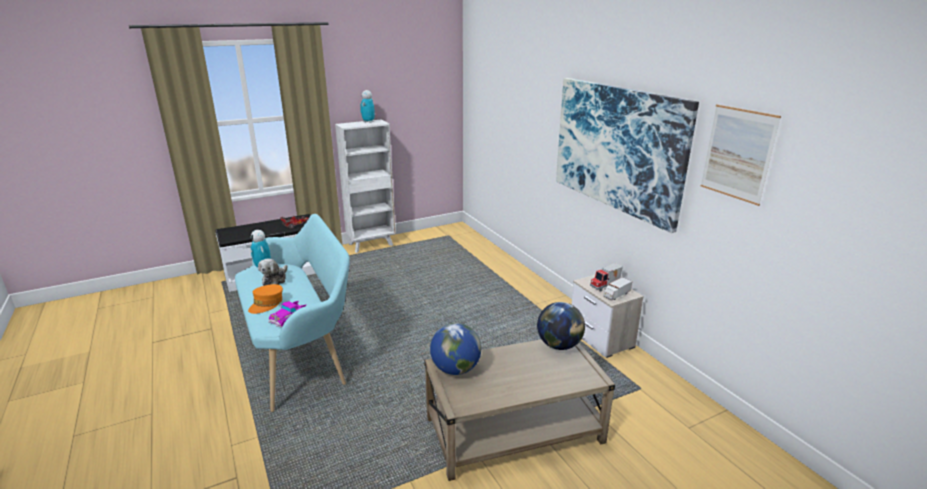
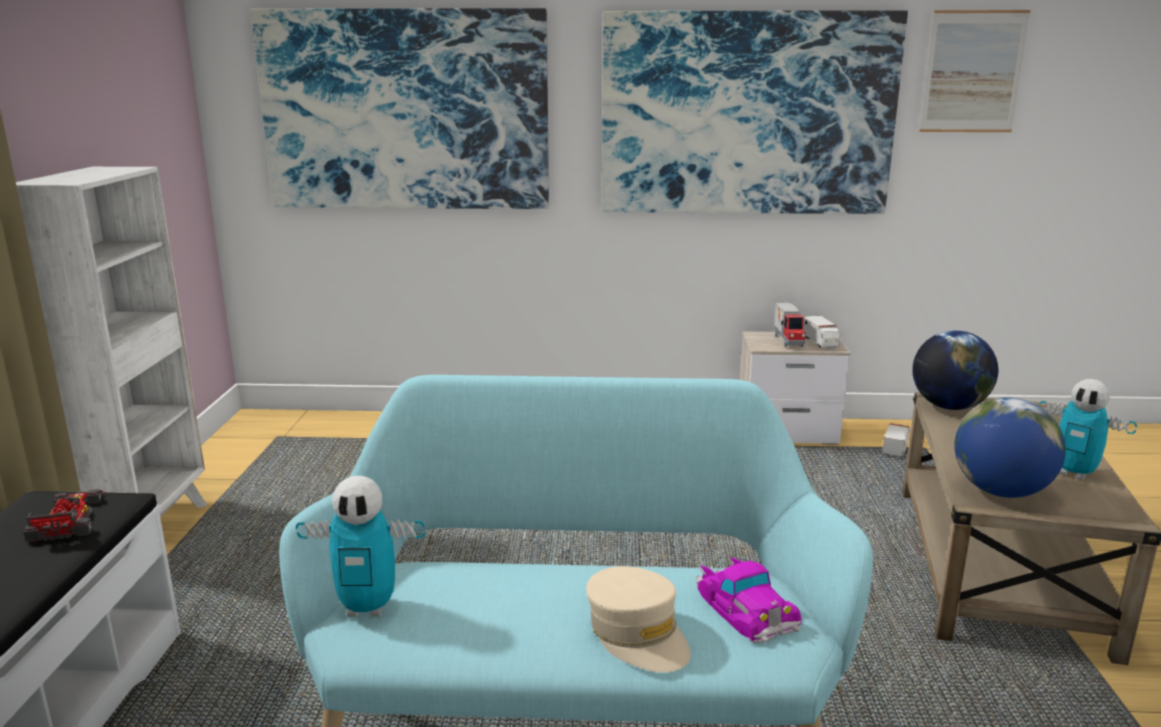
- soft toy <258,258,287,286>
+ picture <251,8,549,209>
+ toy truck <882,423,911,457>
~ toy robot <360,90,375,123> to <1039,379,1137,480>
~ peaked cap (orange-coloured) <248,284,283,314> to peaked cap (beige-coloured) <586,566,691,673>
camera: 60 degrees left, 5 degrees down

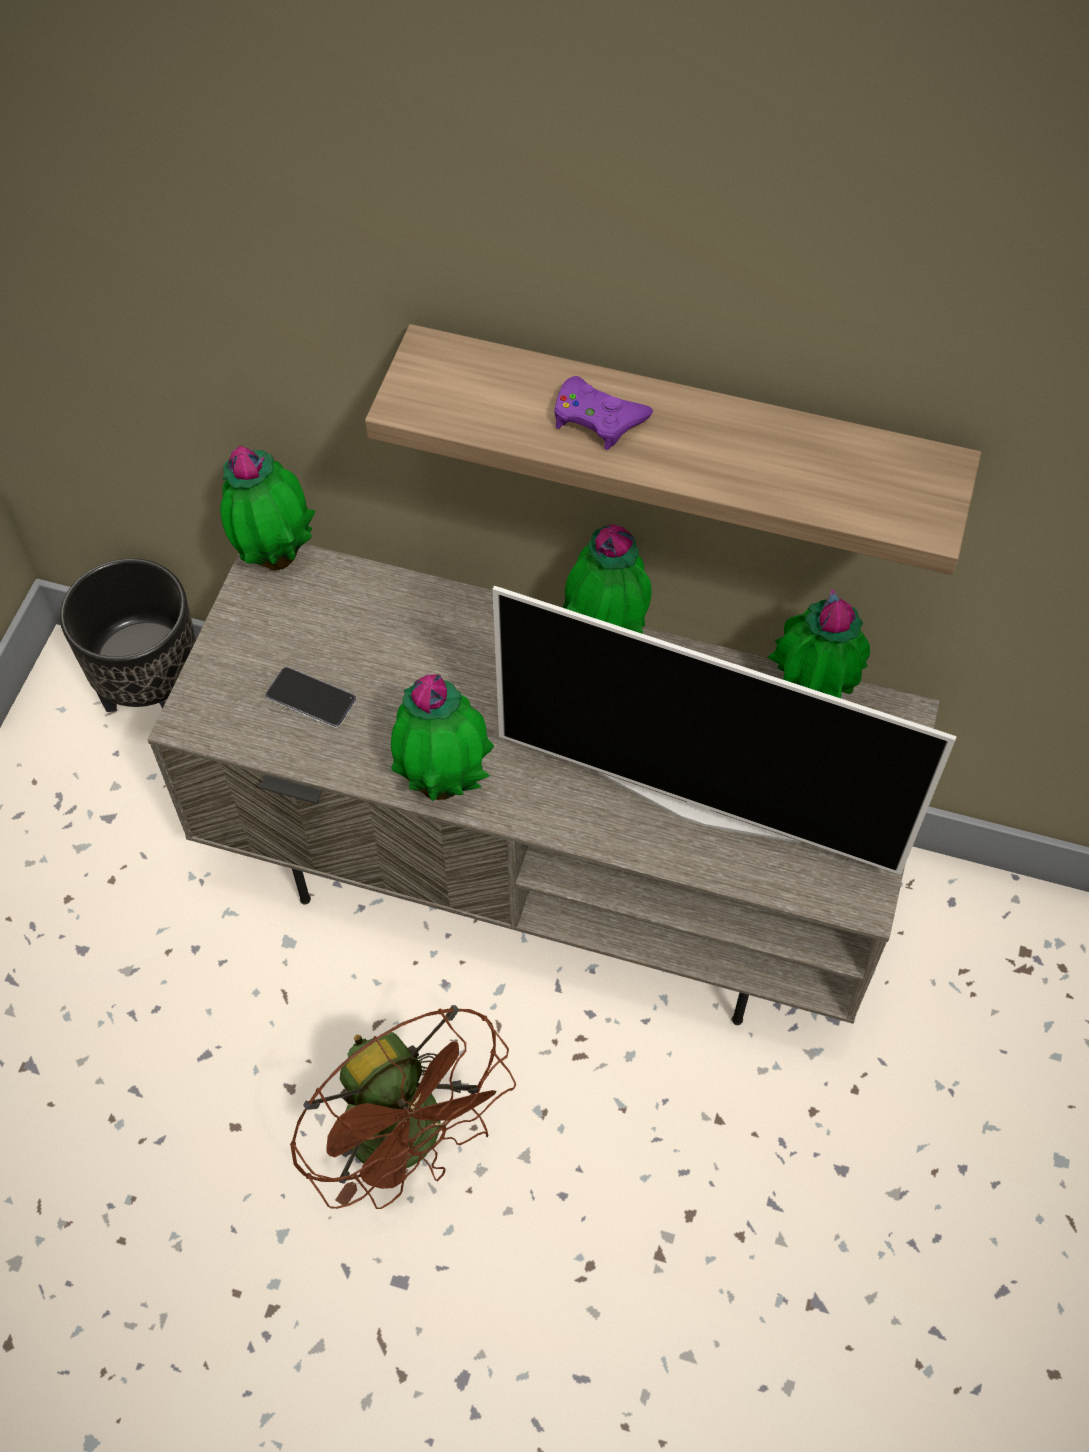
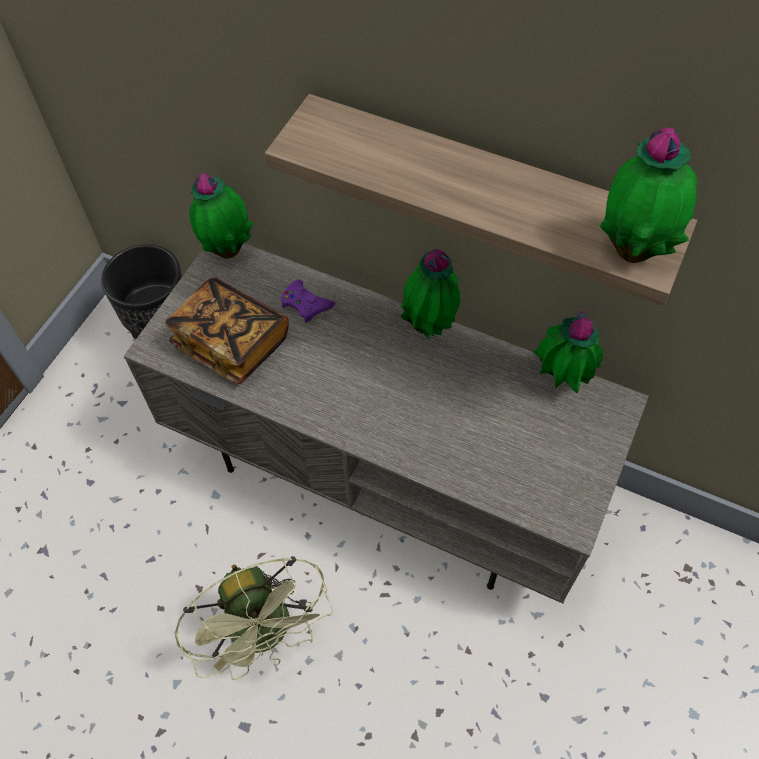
- television <493,586,957,875>
~ potted plant <391,674,494,801> to <600,127,697,263>
~ gamepad (purplish) <554,376,653,450> to <281,280,336,323>
~ handset <265,667,357,728> to volume <165,277,289,384>
~ cooling fan (brownish) <290,1005,516,1209> to cooling fan (green) <174,556,333,680>
camera: 10 degrees right, 0 degrees up

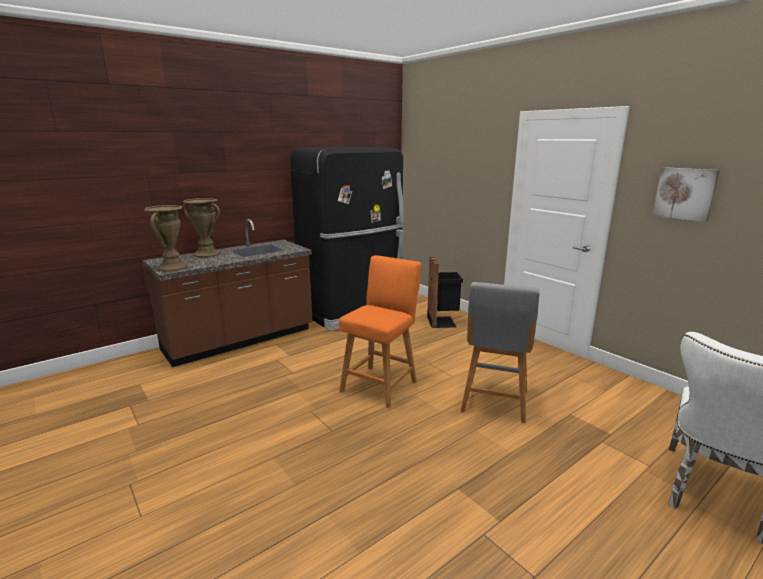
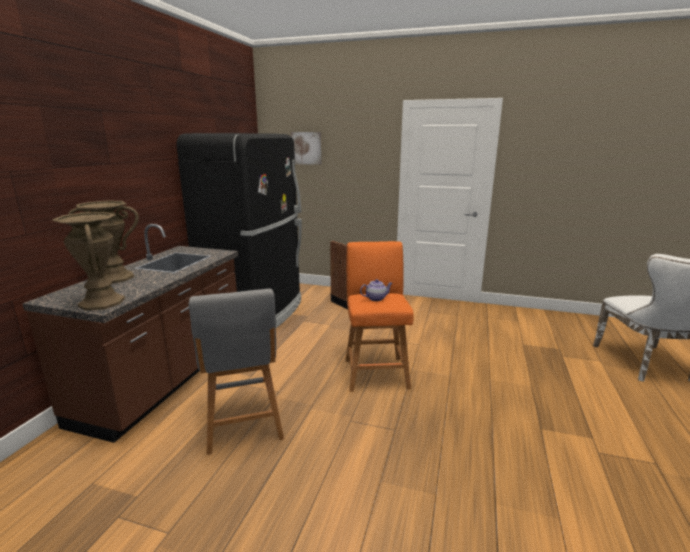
+ tea pot <360,279,392,301>
~ stool seat (grey) <460,282,540,423> to <189,289,284,455>
~ picture <652,167,720,222> to <291,132,322,165>
camera: 35 degrees left, 0 degrees up

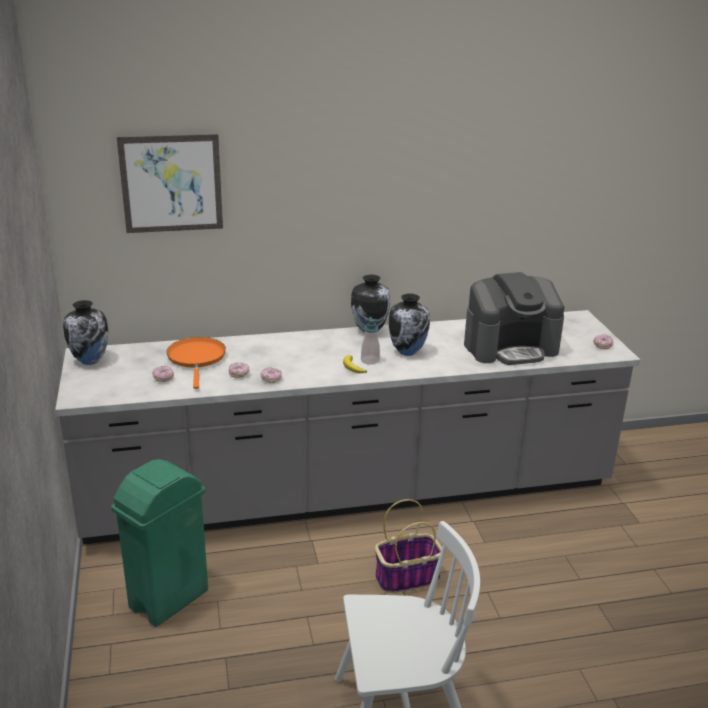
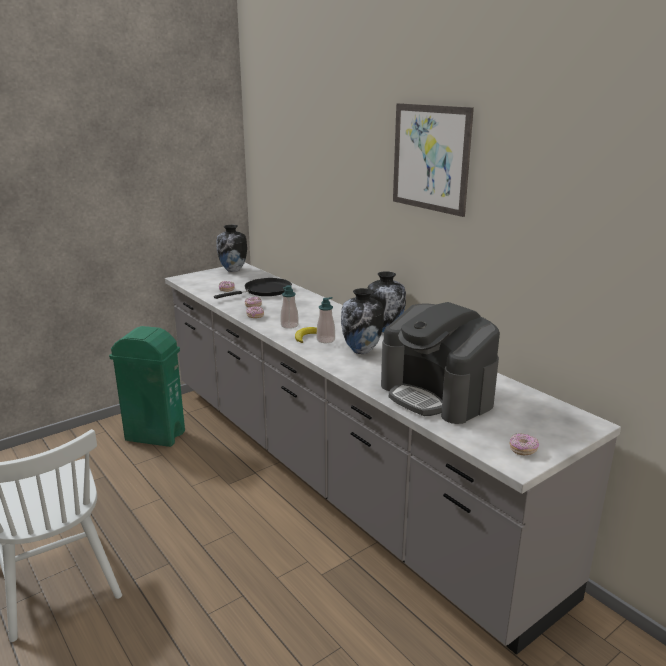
- household basket <375,499,442,593>
+ liquid soap bottle <280,285,299,329>
~ picture <117,134,223,233> to <393,103,474,217>
~ skillet (orange-coloured) <166,337,226,389> to skillet (black-coloured) <214,278,292,299>
camera: 65 degrees right, 5 degrees down

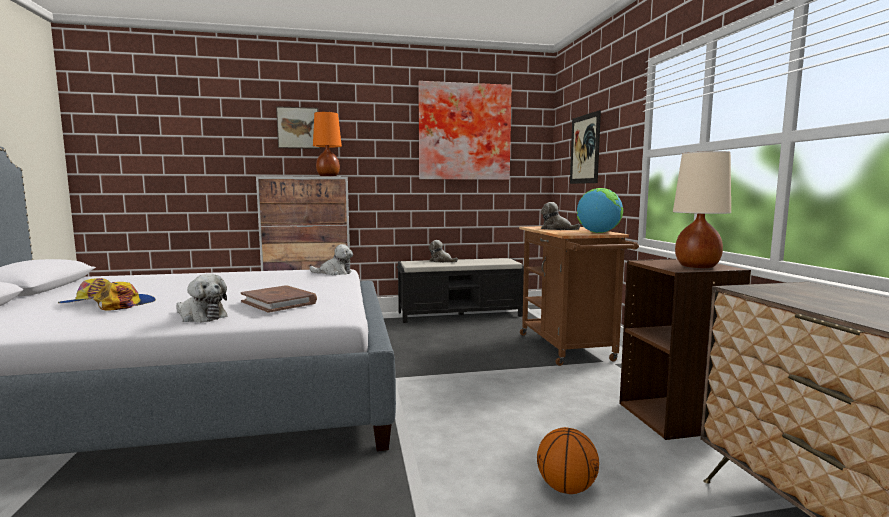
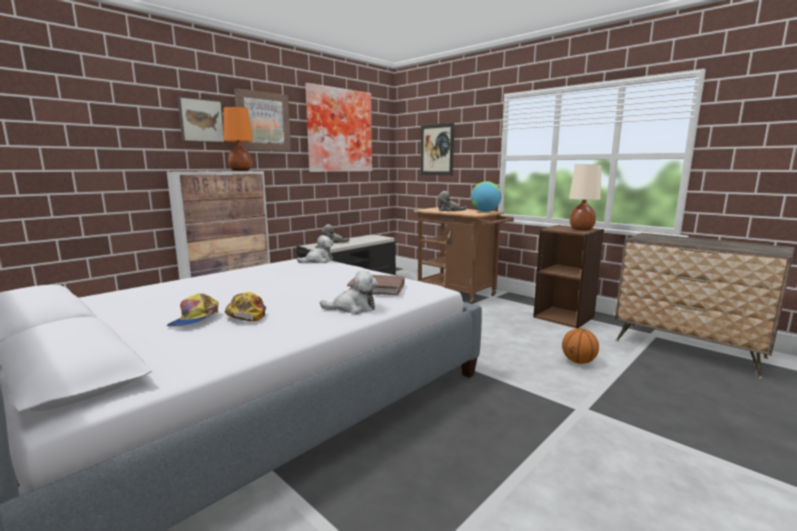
+ picture <234,88,291,151>
camera: 35 degrees left, 5 degrees up

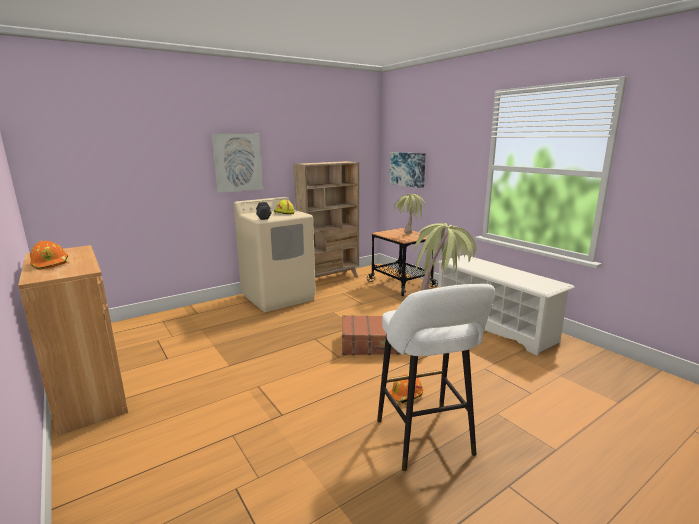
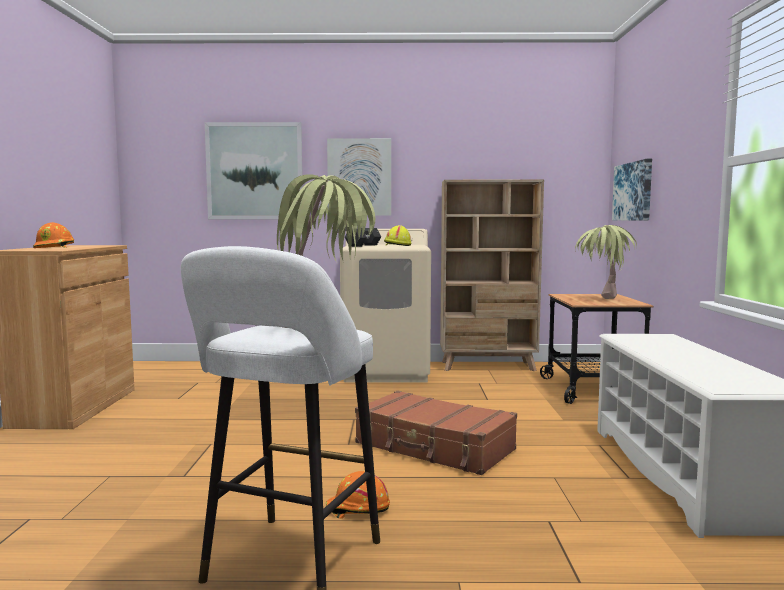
+ picture <205,122,303,219>
camera: 35 degrees right, 10 degrees down

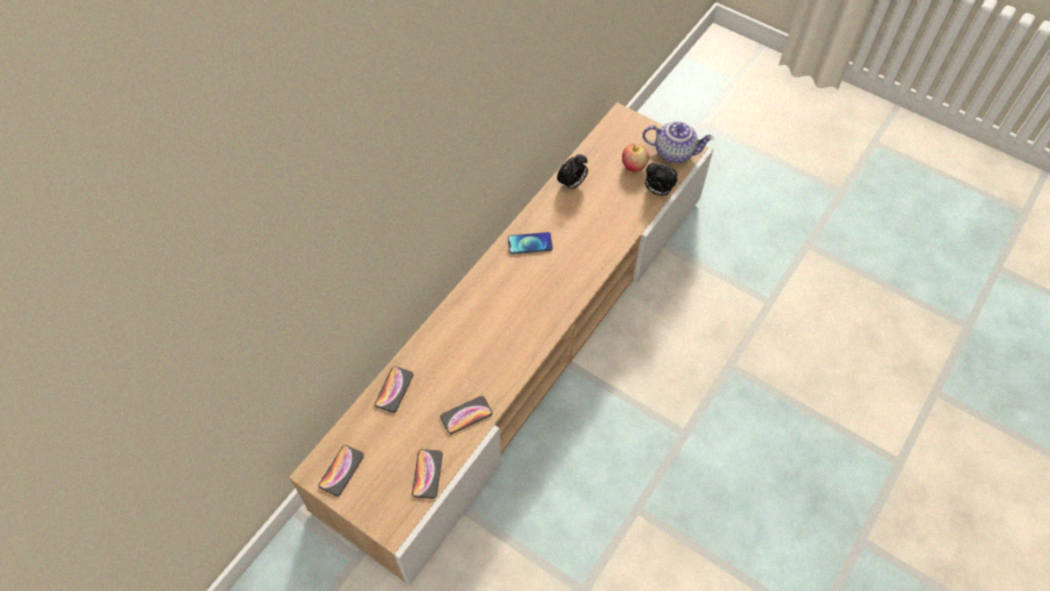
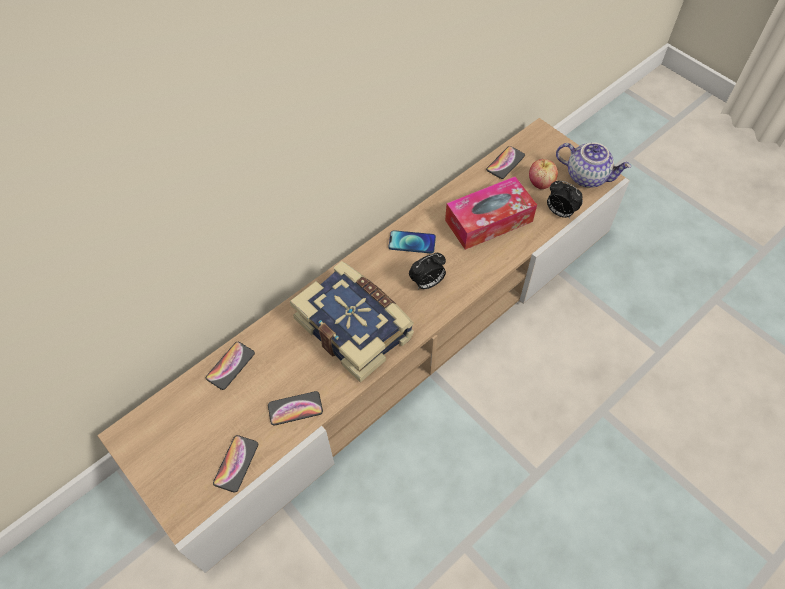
+ volume <290,261,414,383>
+ tissue box <445,177,537,250>
~ handset <318,445,364,496> to <486,146,525,179>
~ table clock <557,154,588,191> to <409,253,446,289>
camera: 15 degrees right, 0 degrees up

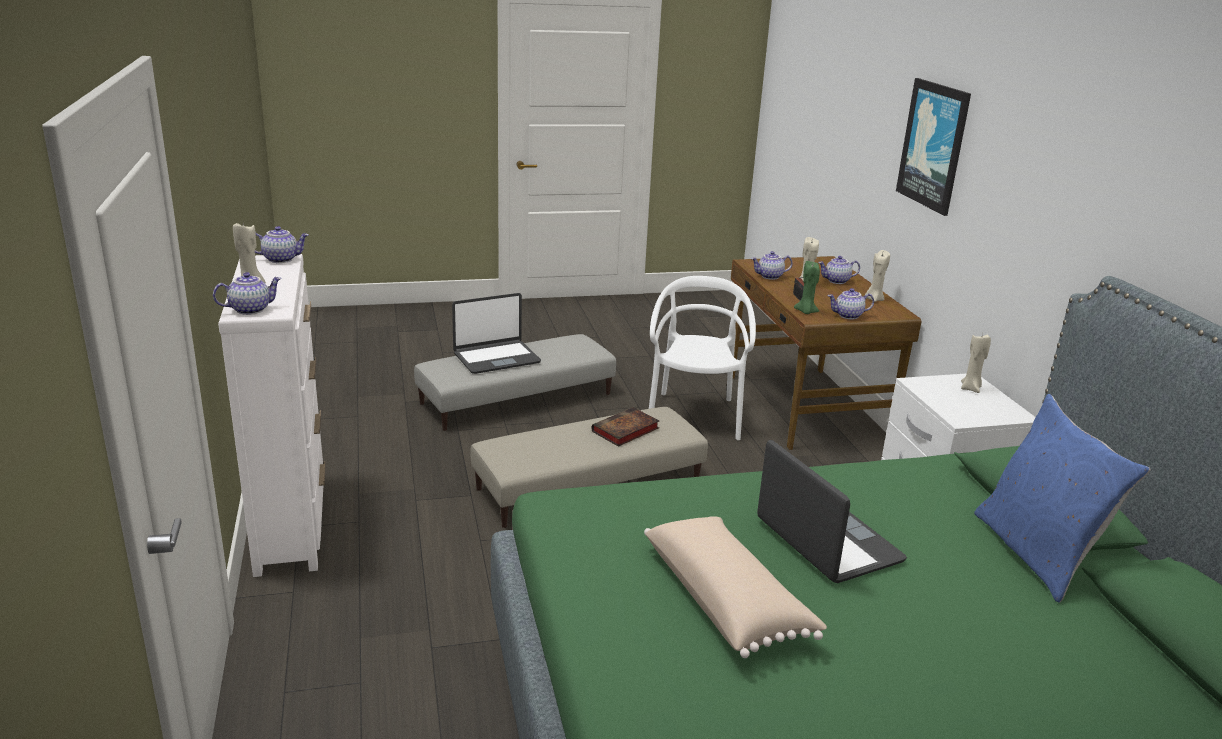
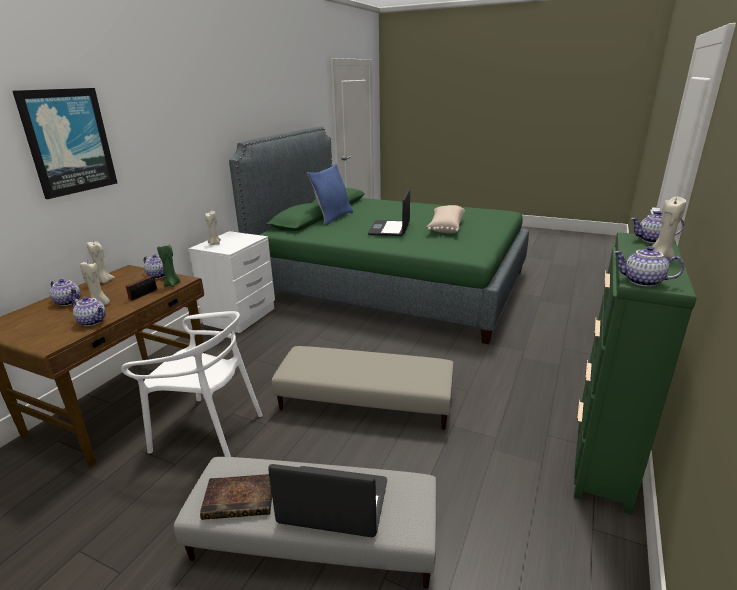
~ volume <592,407,659,447> to <200,474,272,520>
~ chest of drawers (whitish) <218,254,326,577> to chest of drawers (green) <574,232,696,515>
~ upright chair (whitish) <649,276,756,440> = <121,311,263,457> 120 degrees counterclockwise
camera: 140 degrees left, 0 degrees up

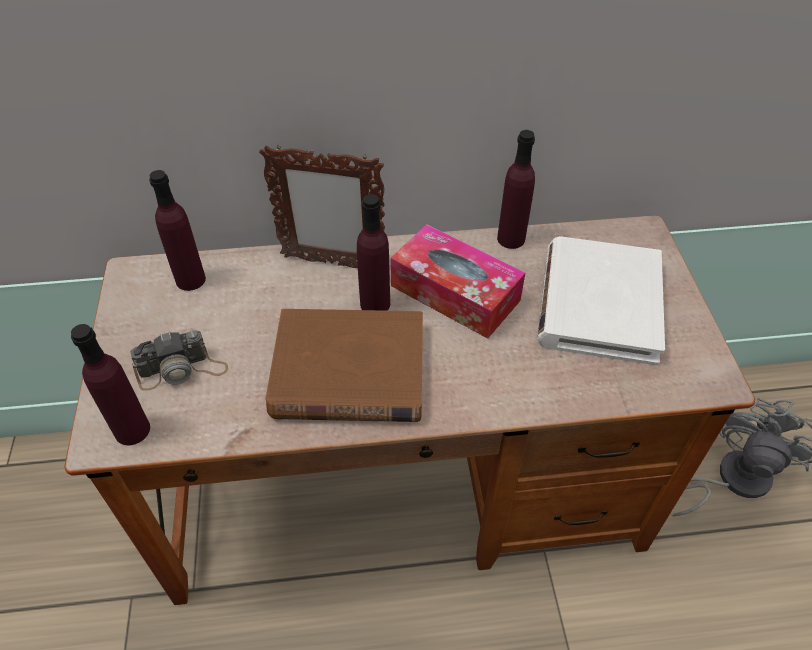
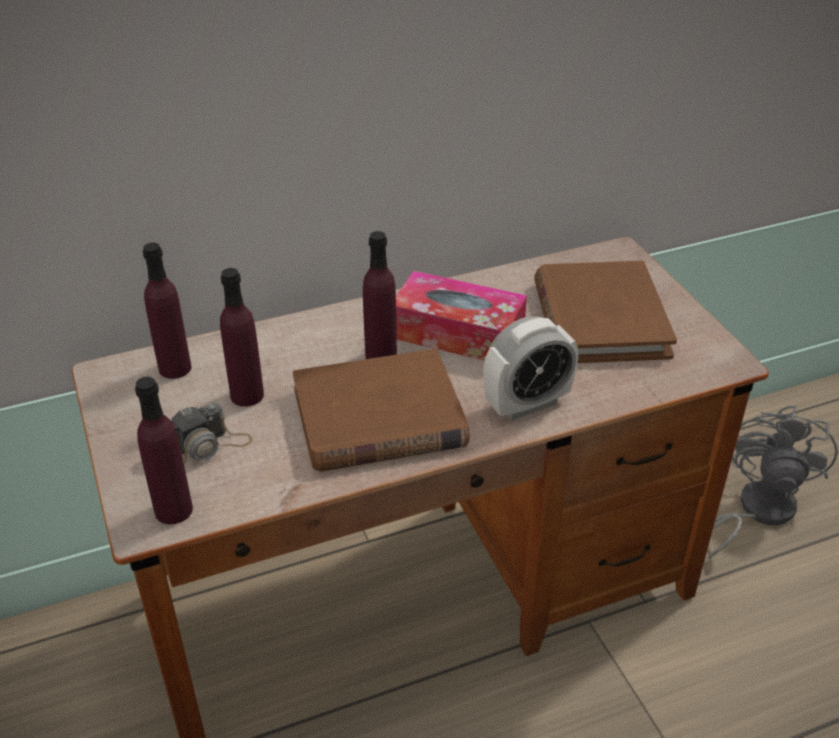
- standing frame <259,145,385,268>
+ table clock <483,316,578,420>
~ beverage bottle (purplish) <497,130,535,249> to <220,268,264,407>
~ volume (whitish) <537,236,665,365> to volume (brownish) <534,261,677,363>
camera: 15 degrees left, 10 degrees down

